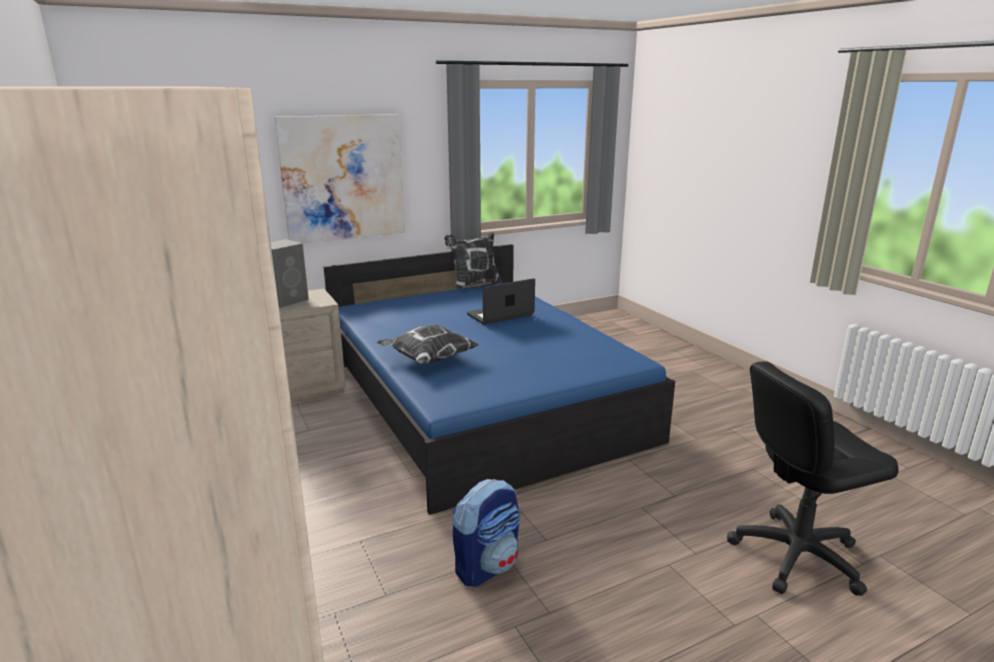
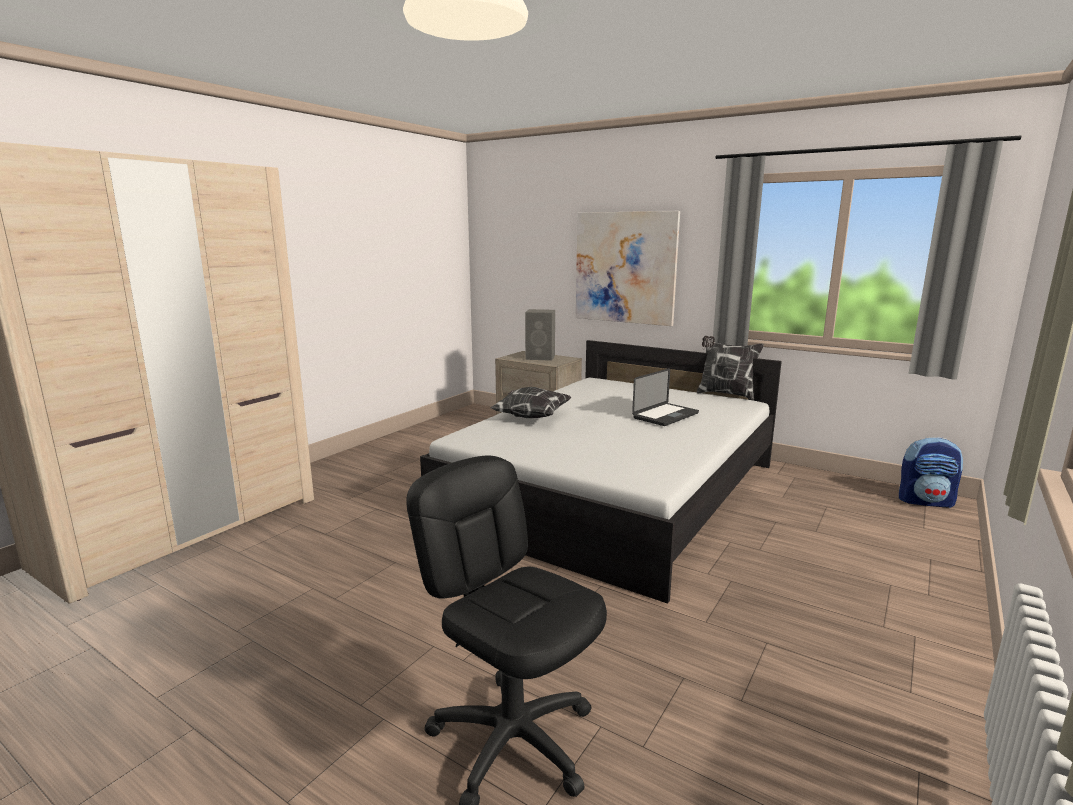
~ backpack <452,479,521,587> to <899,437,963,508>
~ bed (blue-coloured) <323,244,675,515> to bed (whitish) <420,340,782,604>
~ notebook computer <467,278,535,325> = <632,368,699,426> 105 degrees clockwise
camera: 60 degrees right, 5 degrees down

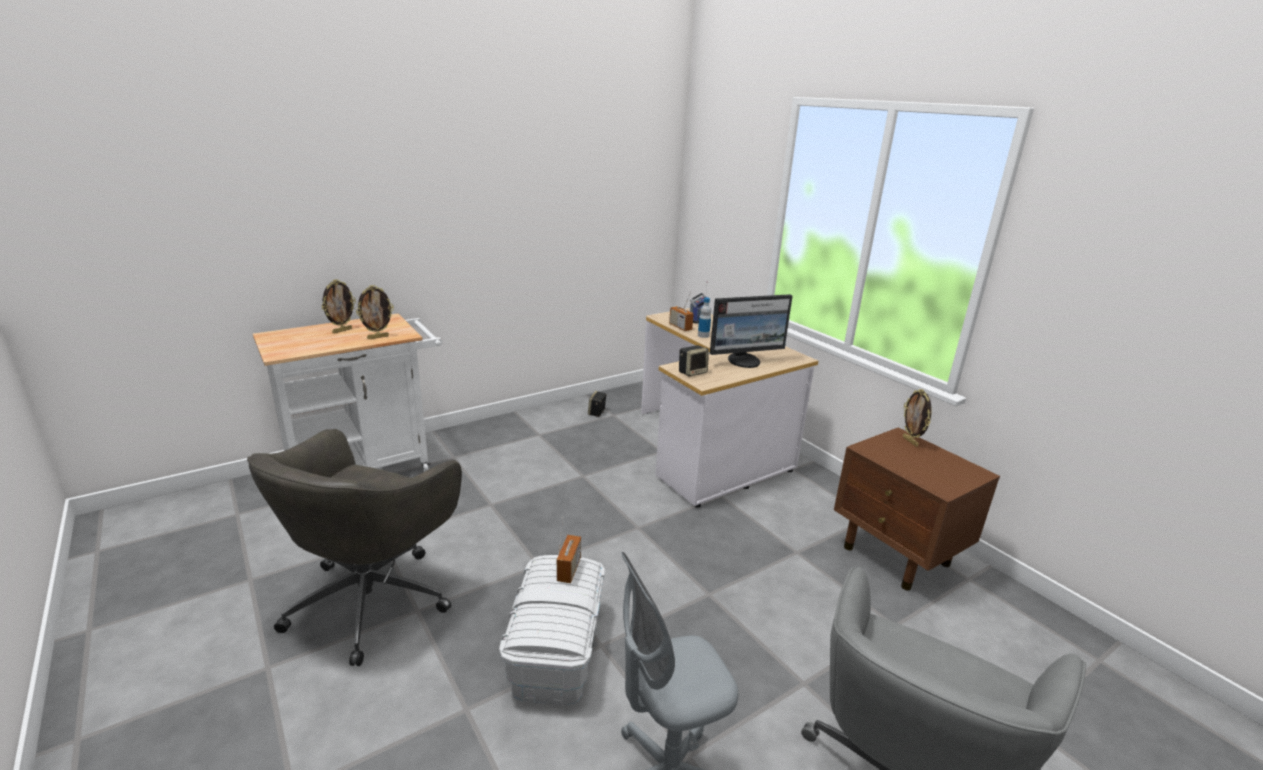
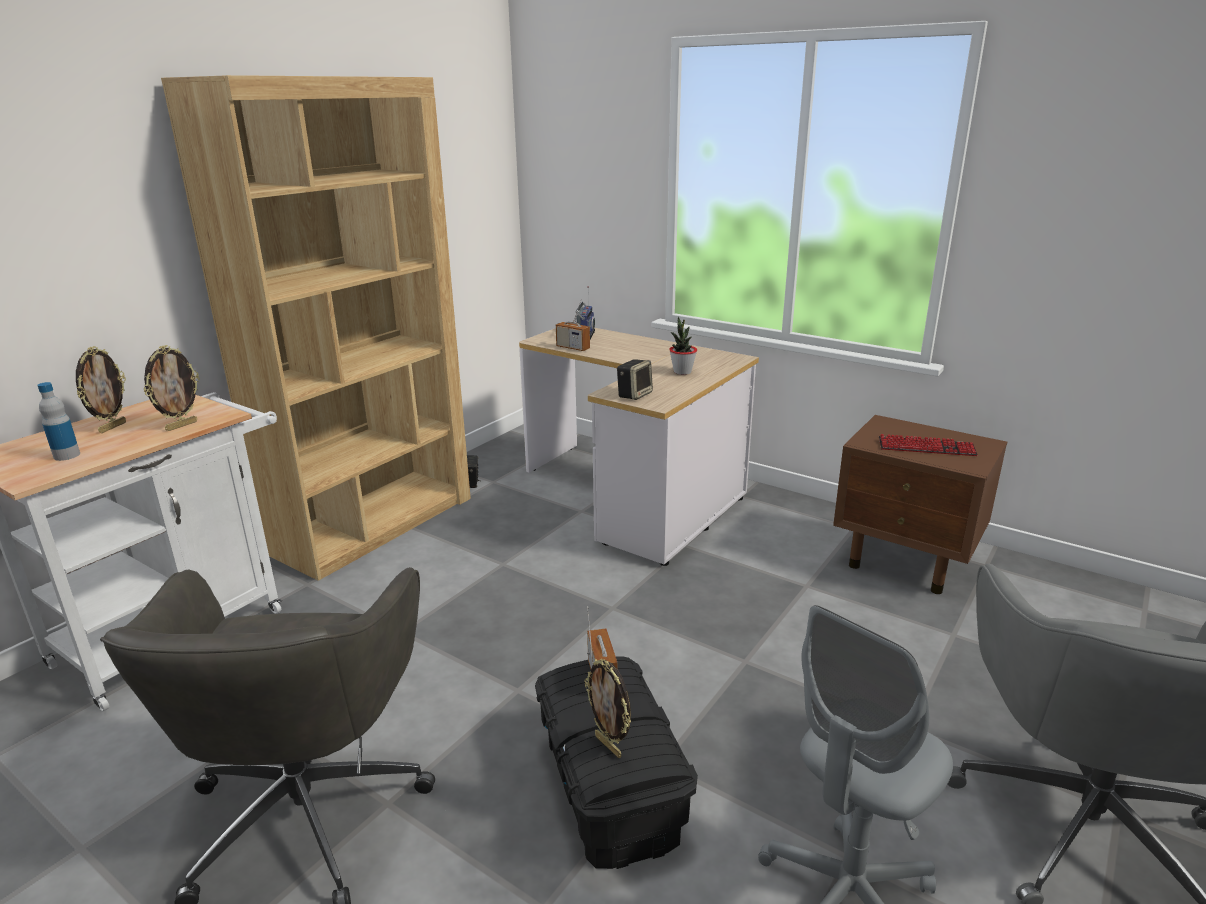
+ bookcase (brownish) <161,75,471,581>
+ PC keyboard <879,434,978,456>
~ beverage bottle <698,298,711,338> to <37,382,80,461>
~ standing frame <903,389,932,447> to <584,659,631,758>
~ computer display <710,294,792,368> to potted plant <669,317,697,375>
~ storage container (whitish) <499,555,605,706> to storage container (black-coloured) <535,656,698,869>
camera: 20 degrees left, 0 degrees up

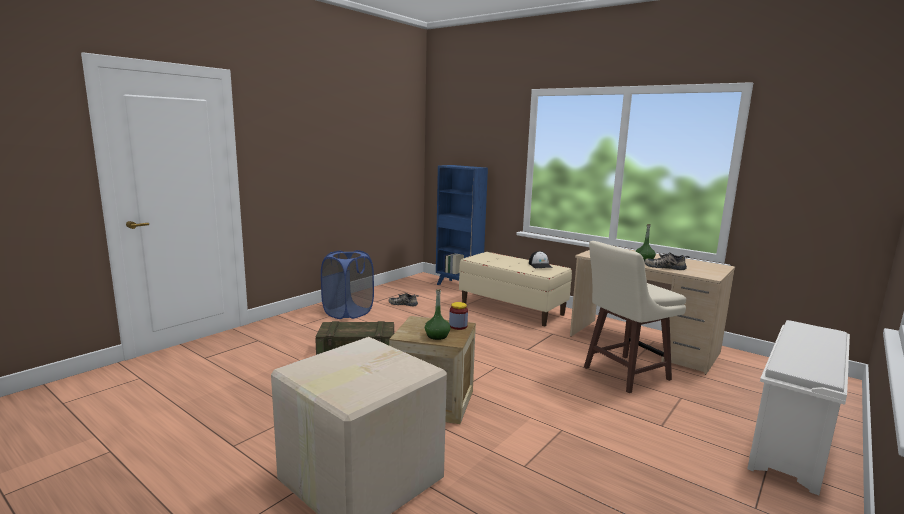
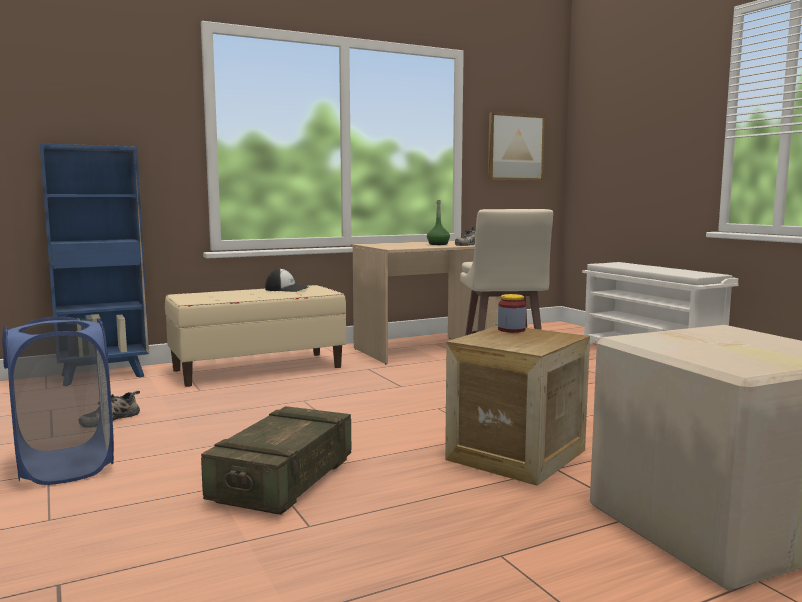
- beverage bottle (green) <425,289,450,340>
+ picture <488,112,545,181>
camera: 65 degrees left, 5 degrees down

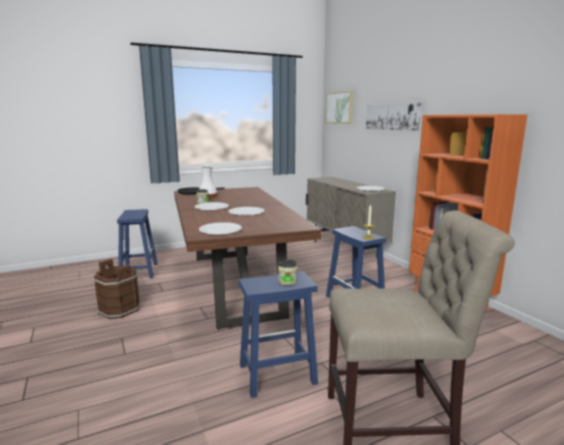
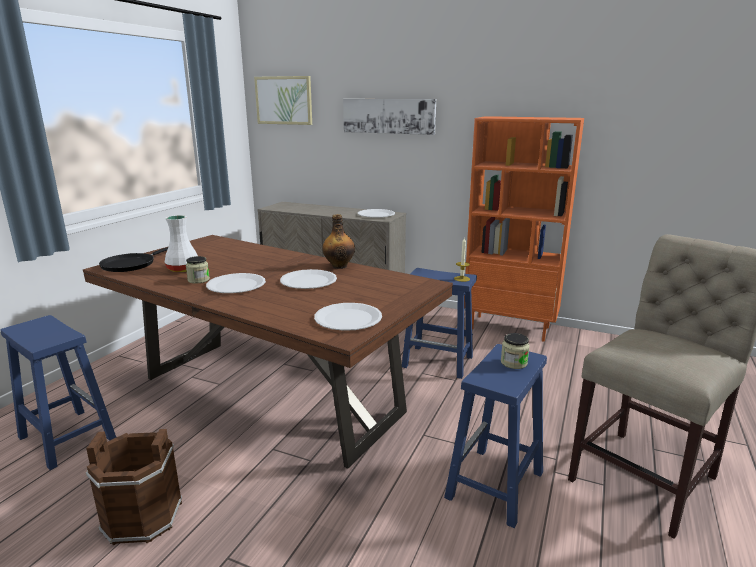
+ beverage bottle <322,214,355,269>
camera: 40 degrees left, 5 degrees up

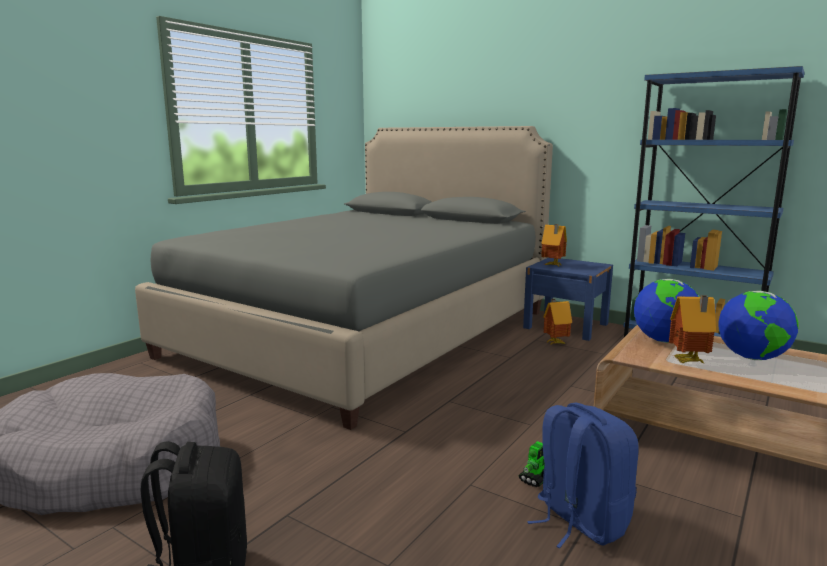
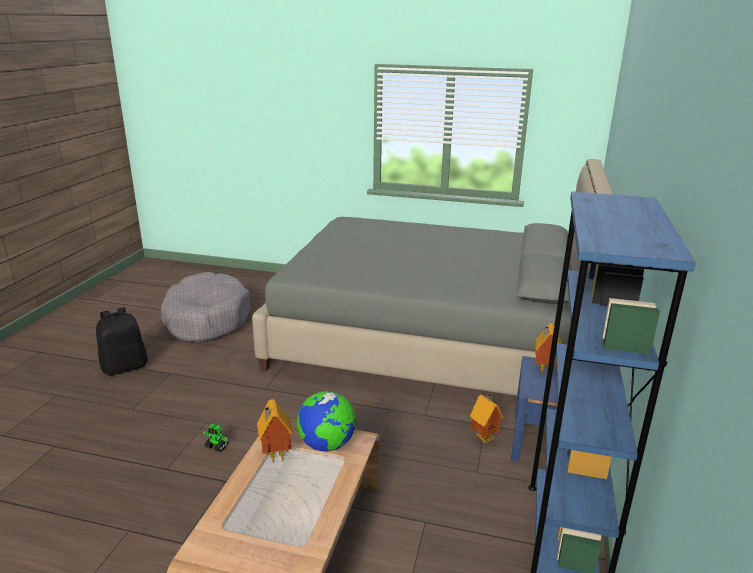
- backpack (blue-coloured) <527,403,639,548>
- world globe <719,291,798,360>
camera: 70 degrees right, 10 degrees up

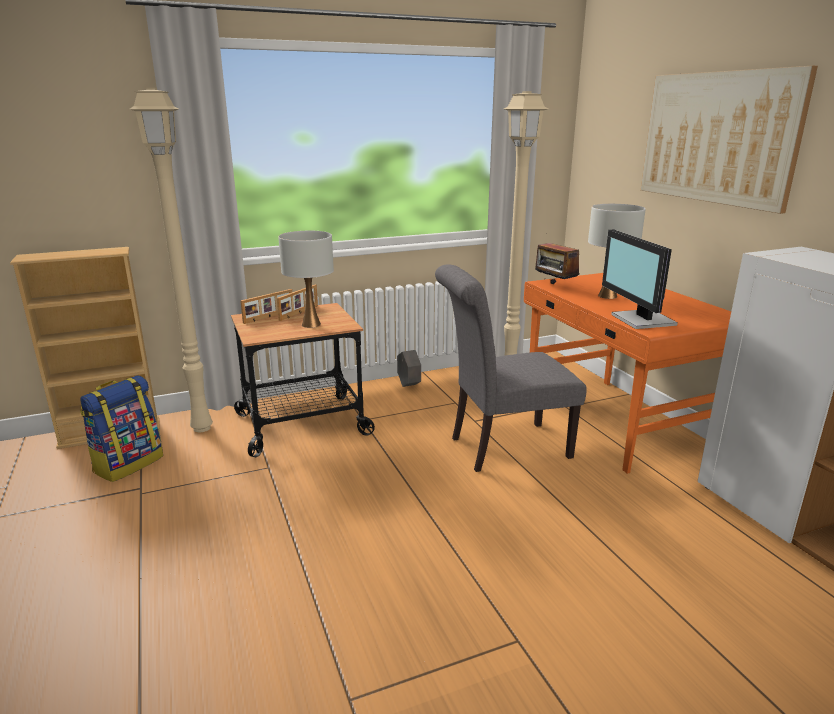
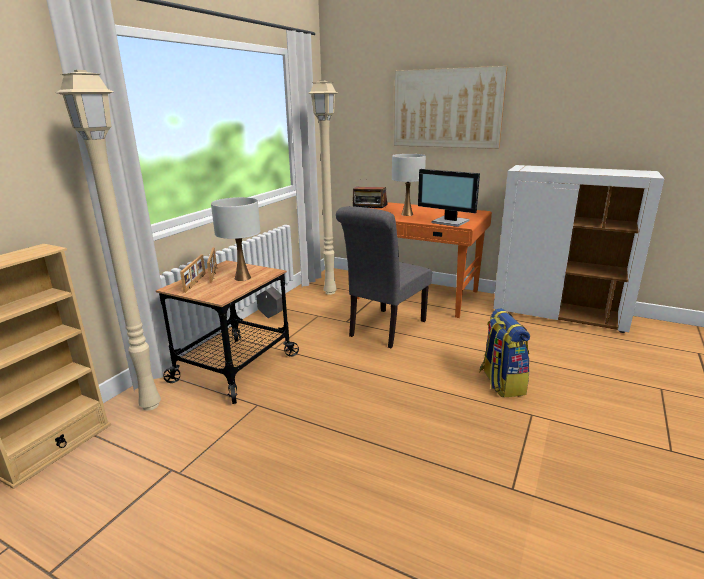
~ backpack <80,375,163,482> to <479,308,530,397>
camera: 40 degrees left, 0 degrees up

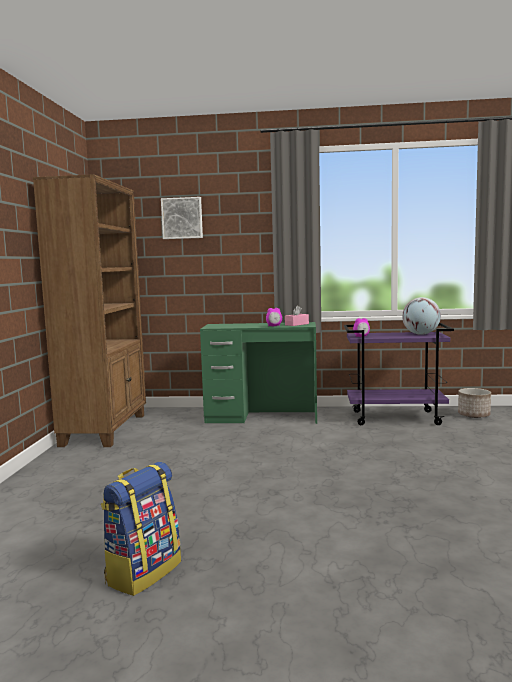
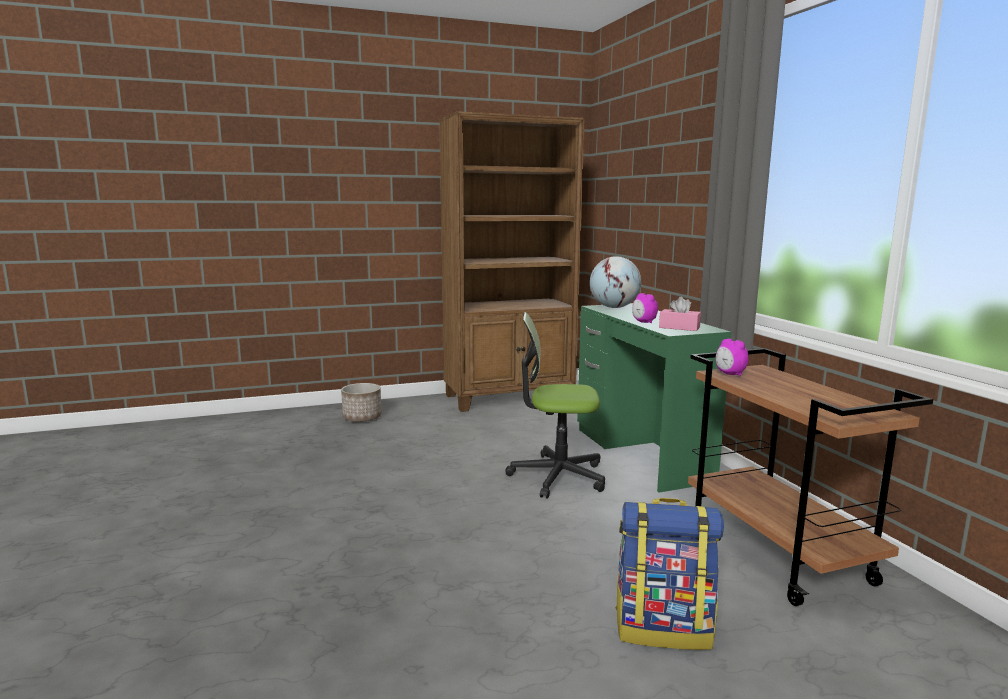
- picture <161,197,203,239>
+ computer chair <505,312,605,499>
~ backpack <101,462,181,596> to <615,498,724,650>
~ world globe <402,297,441,335> to <590,256,641,308>
~ flower pot <458,388,491,418> to <341,383,381,422>
~ wheeled cart (purplish) <344,323,454,425> to wheeled cart (brownish) <688,348,933,606>
camera: 65 degrees right, 5 degrees up

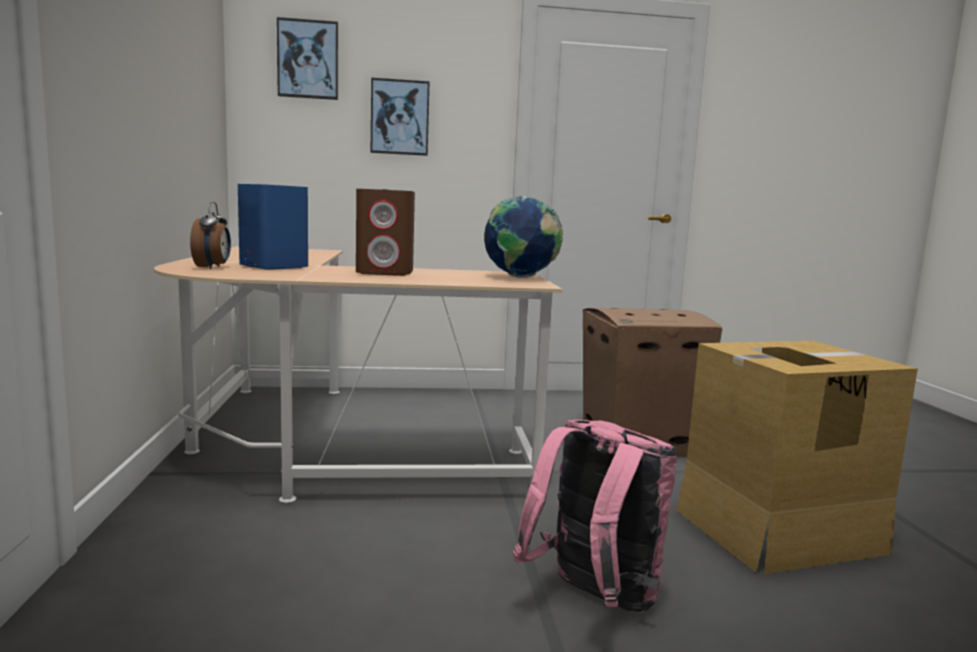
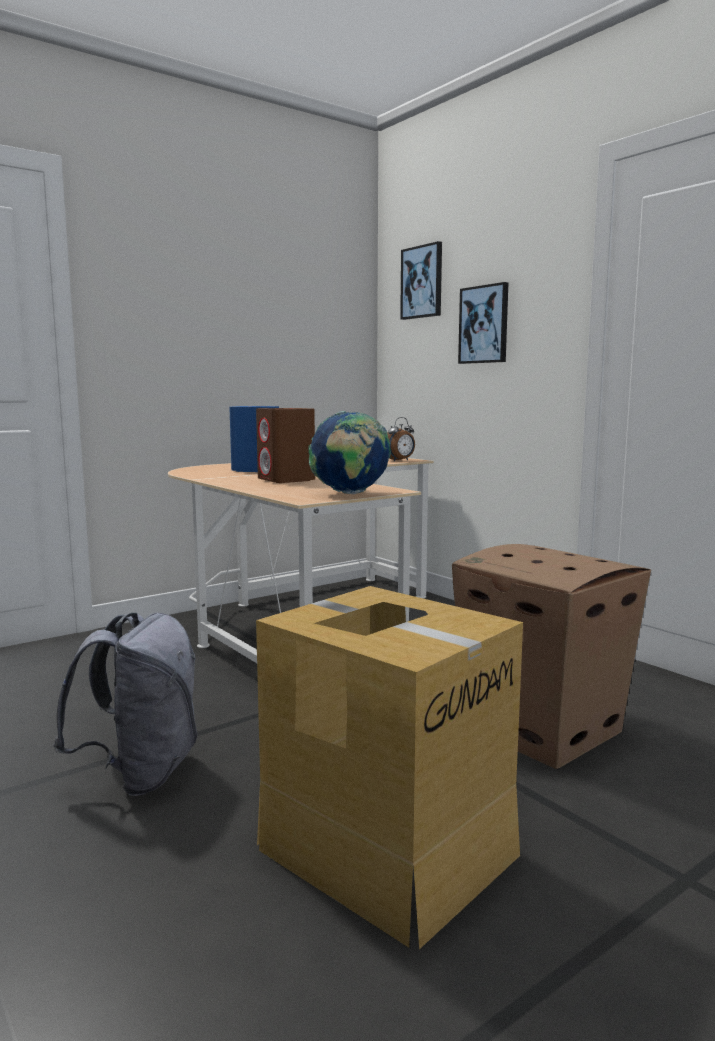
~ table clock <190,202,231,269> to <387,417,415,461>
~ backpack (pinkish) <513,420,678,613> to backpack (grey) <53,612,197,796>
camera: 60 degrees right, 0 degrees up

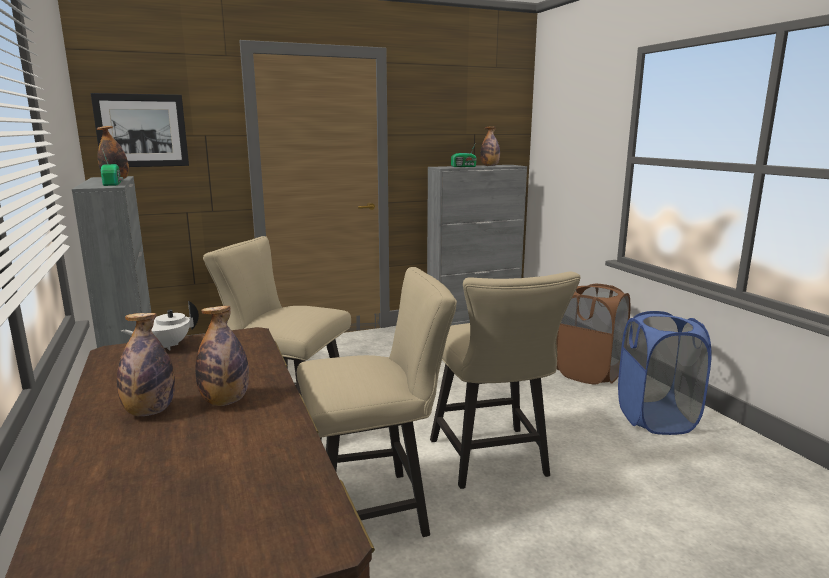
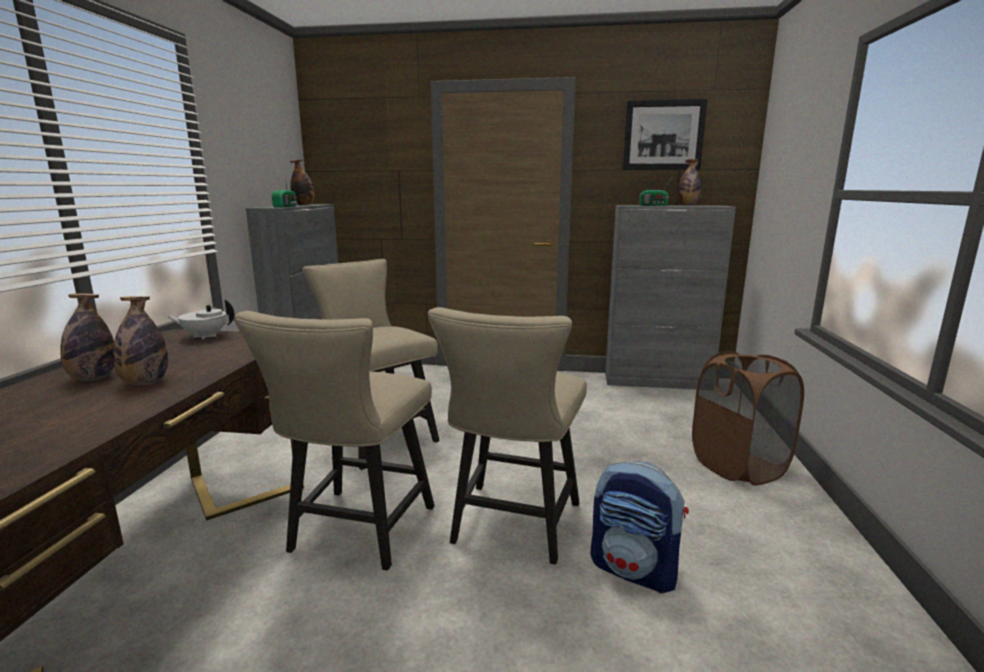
- washing basket (blue-coloured) <618,311,712,435>
+ backpack <590,461,689,593>
~ picture <91,93,189,167> to <623,99,708,170>
~ upright chair (beige-coloured) <297,267,457,537> = <235,311,435,570> 90 degrees clockwise
camera: 30 degrees right, 0 degrees up

